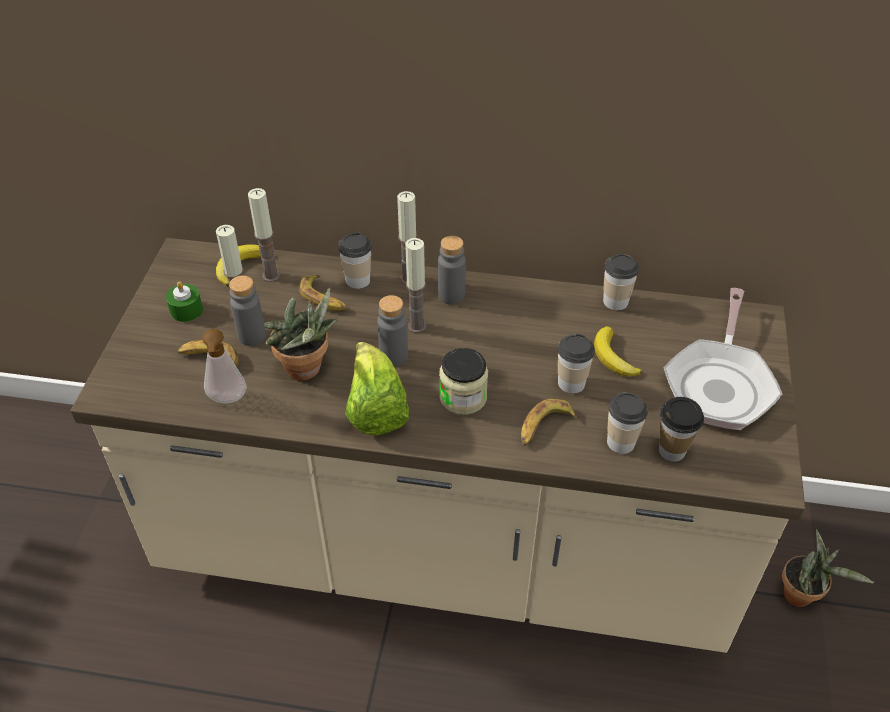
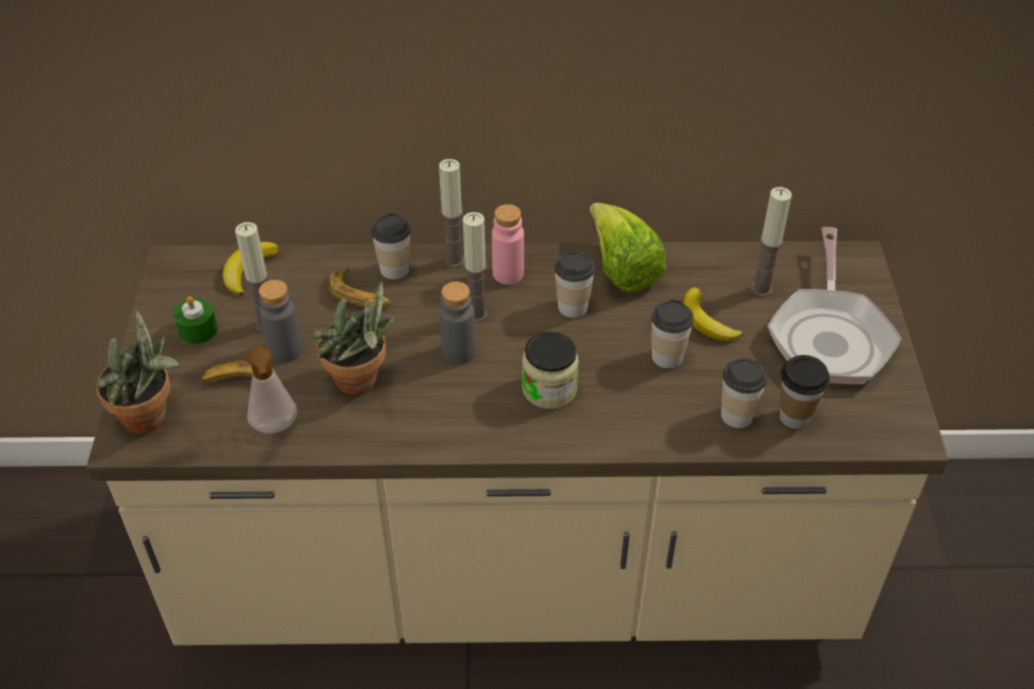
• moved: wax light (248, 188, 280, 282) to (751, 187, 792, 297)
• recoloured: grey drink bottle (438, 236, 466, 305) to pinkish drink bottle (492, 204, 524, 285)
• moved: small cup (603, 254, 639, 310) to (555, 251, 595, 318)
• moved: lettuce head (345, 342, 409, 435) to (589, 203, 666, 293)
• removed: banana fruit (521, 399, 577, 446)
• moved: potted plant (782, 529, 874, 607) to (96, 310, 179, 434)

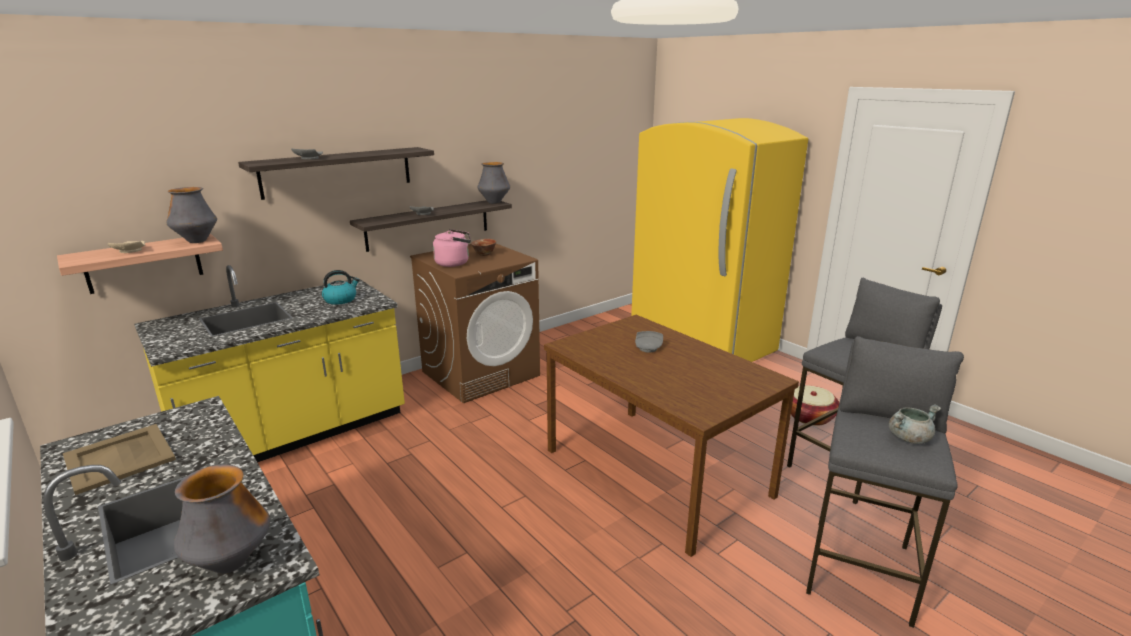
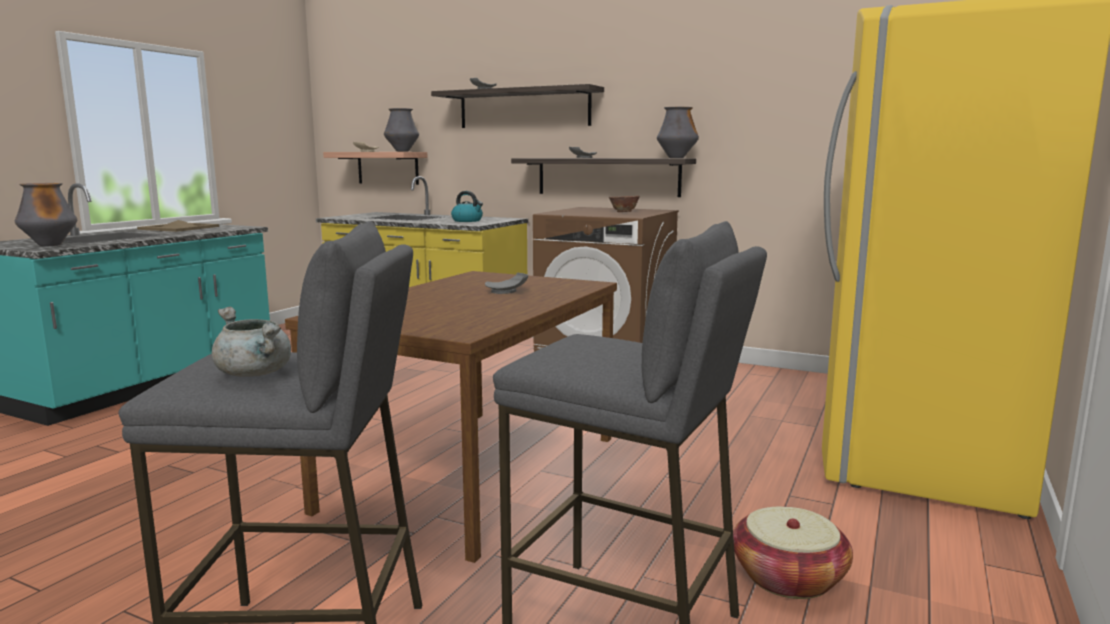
• removed: pinkish water kettle (433, 229, 471, 267)

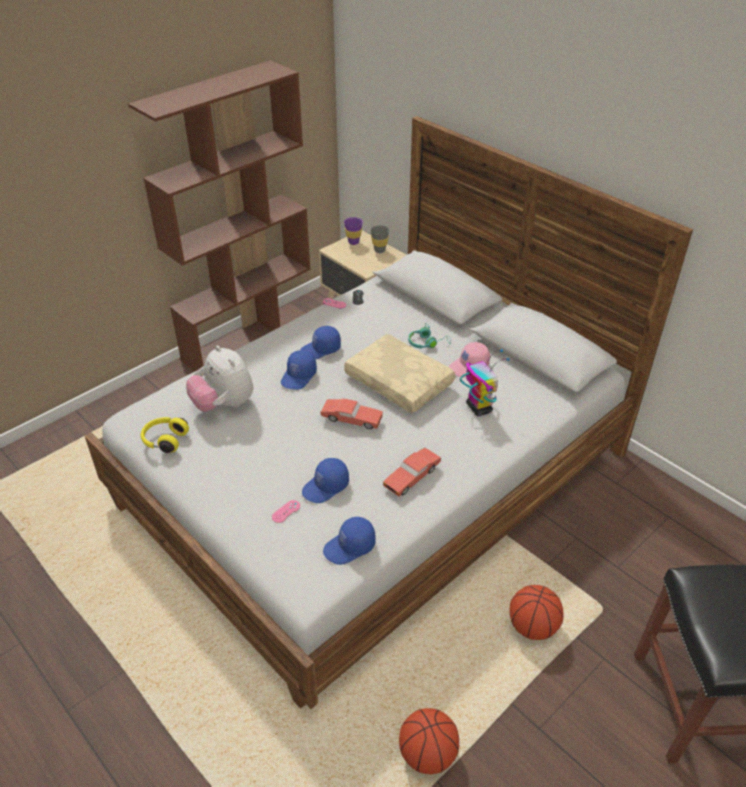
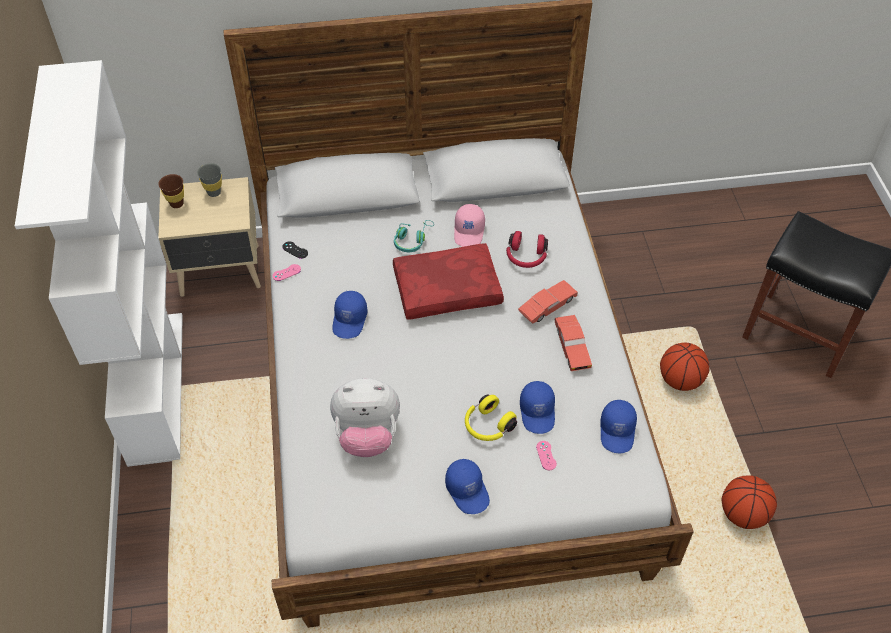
• recoloured: brown bookcase (128, 61, 311, 372) to white-coloured bookcase (15, 60, 183, 467)
• recoloured: purplish small cup (344, 217, 363, 245) to brown small cup (158, 174, 184, 208)
• recoloured: beige-coloured cushion (344, 334, 455, 414) to red-coloured cushion (393, 243, 504, 320)
• replaced: toy robot (460, 349, 510, 416) to red-coloured headset (506, 231, 548, 268)
• moved: blue-coloured baseball cap (281, 350, 317, 390) to (445, 459, 490, 514)
• moved: red-coloured toy car (320, 399, 383, 429) to (518, 280, 578, 323)
• moved: yellowish headset (141, 417, 189, 453) to (465, 394, 517, 441)

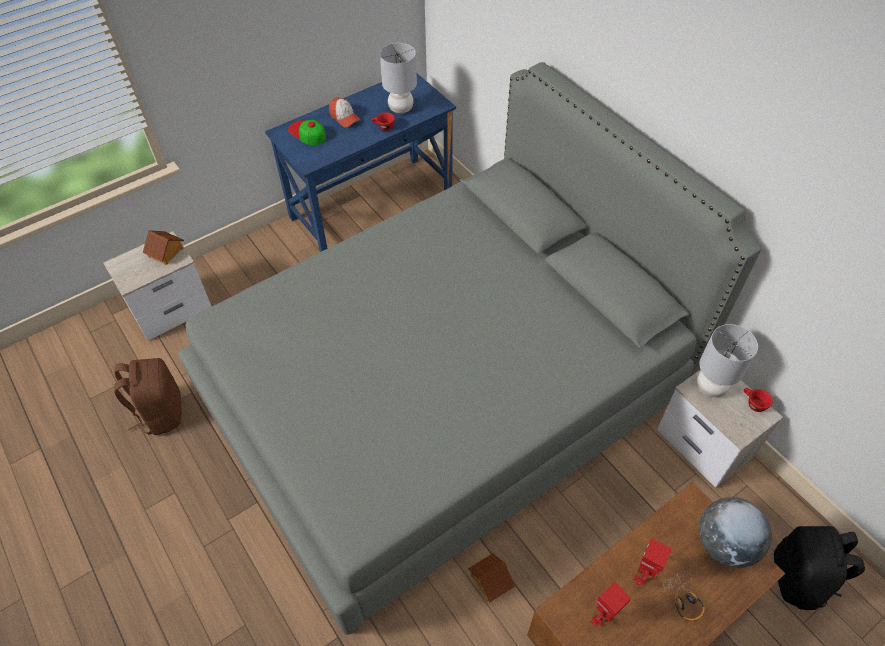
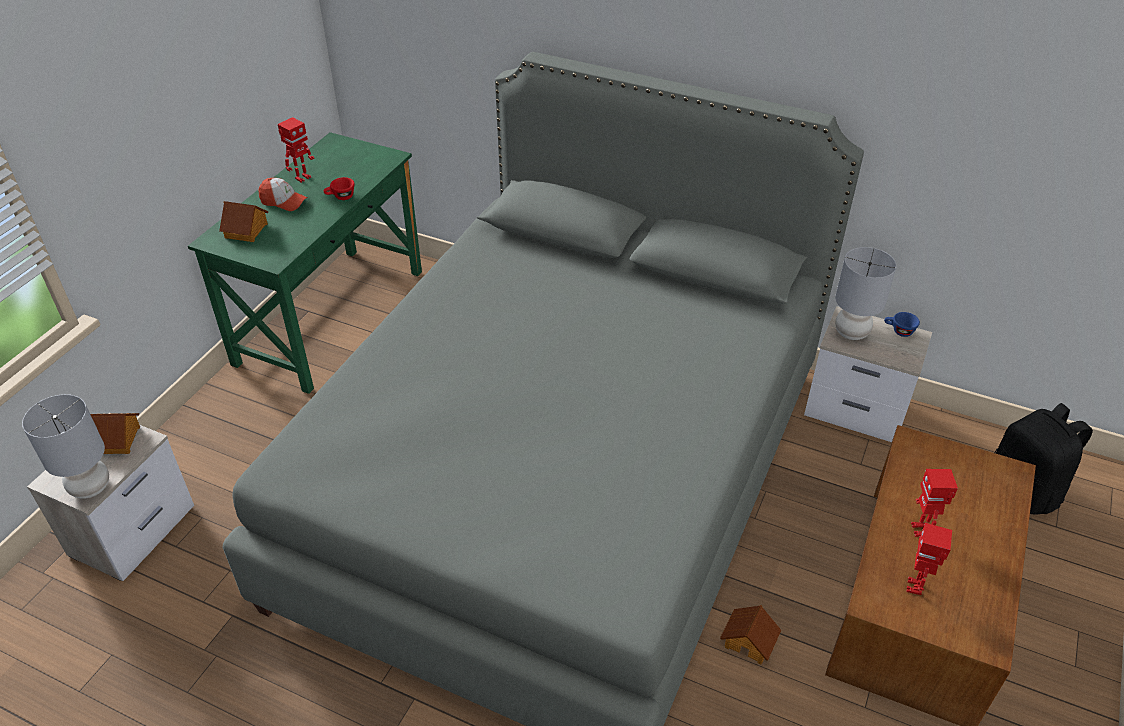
• moved: grey tabletop lamp (380, 43, 417, 114) to (22, 394, 109, 499)
• recoloured: blue-coloured desk (265, 73, 456, 252) to green-coloured desk (188, 132, 422, 394)
• replaced: baseball cap (288, 120, 326, 145) to miniature house (219, 201, 268, 242)
• removed: brown backpack (114, 358, 182, 435)
• recoloured: red-coloured small cup (744, 388, 773, 412) to blue-coloured small cup (884, 312, 920, 337)
• removed: globe (699, 497, 772, 568)
• removed: headset (660, 572, 705, 621)
• added: toy robot (278, 117, 315, 183)

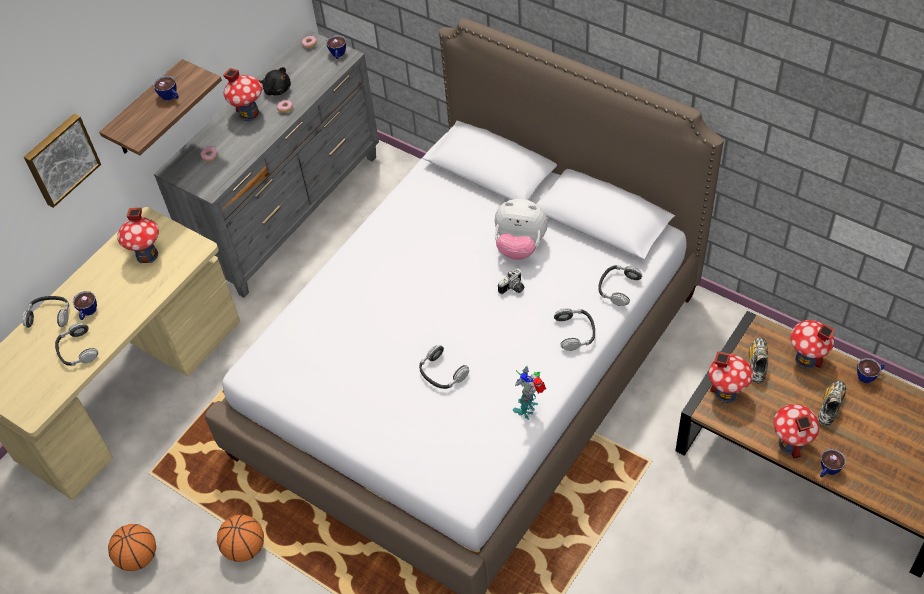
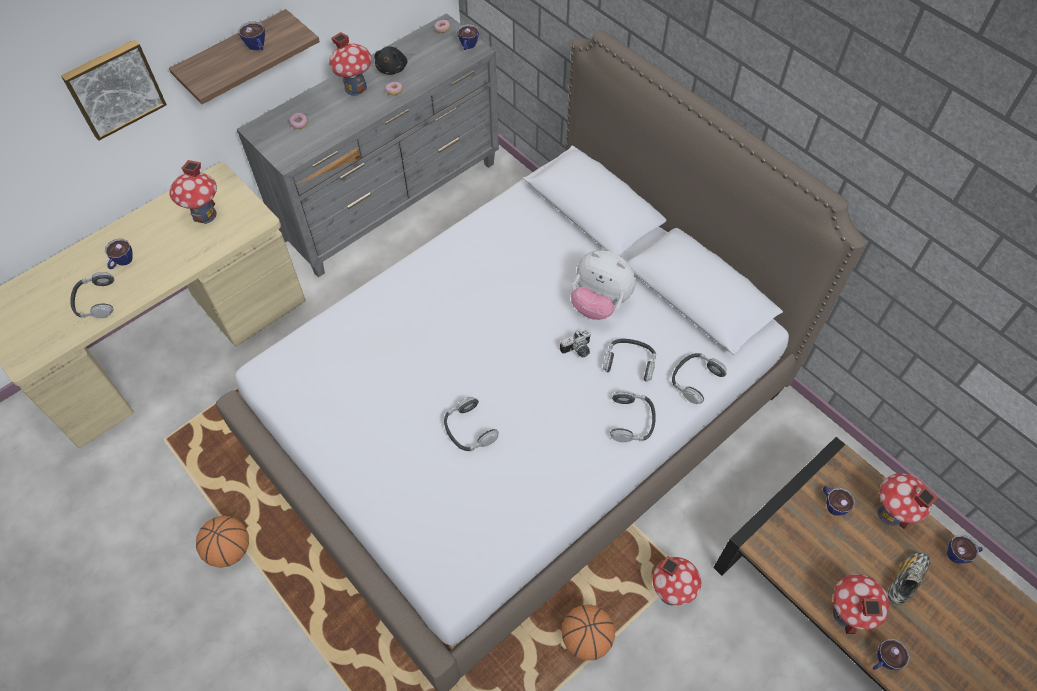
• turned: blackish soft toy (258, 67, 291, 95) = (374, 46, 408, 75) 60 degrees clockwise
• moved: headset (22, 296, 70, 328) to (603, 339, 656, 382)
• replaced: low shoe (749, 337, 768, 384) to small cup (823, 486, 855, 516)
• moved: miniature house (709, 351, 753, 403) to (653, 556, 701, 605)
• removed: toy robot (513, 366, 546, 420)
• moved: basketball (108, 524, 156, 571) to (562, 605, 615, 661)

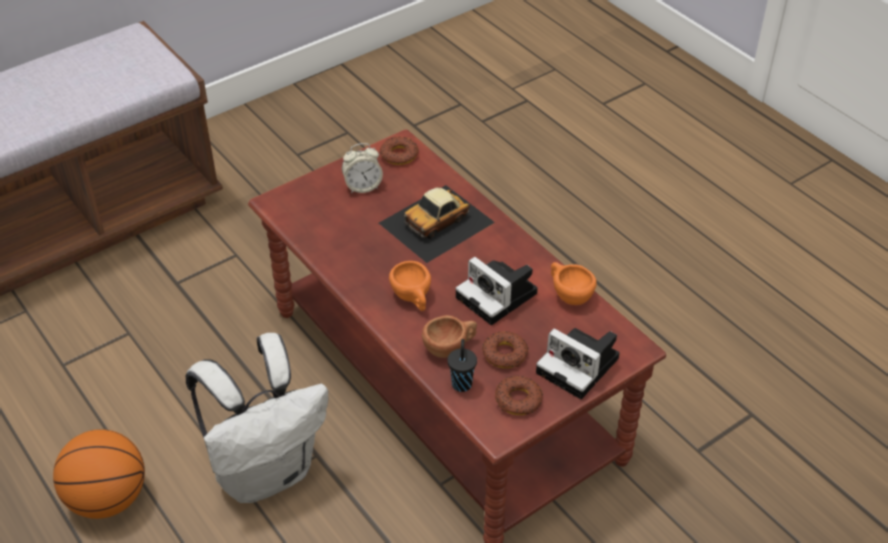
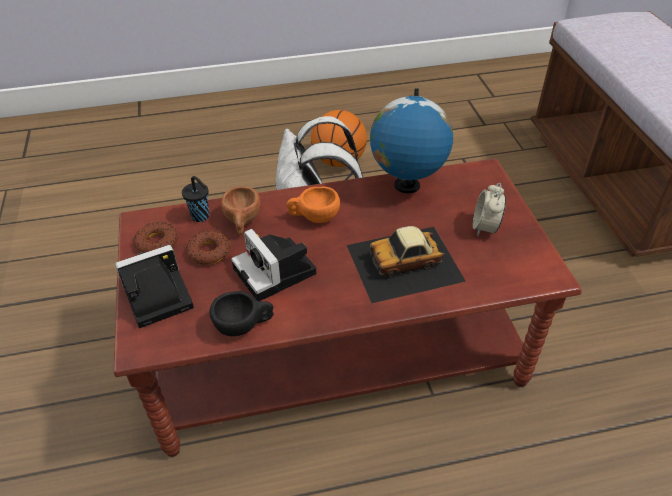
• removed: donut (380, 136, 419, 165)
• turned: toy car (379, 185, 495, 263) = (347, 226, 466, 303) 90 degrees counterclockwise
• turned: photo camera (456, 257, 538, 325) = (231, 229, 316, 301) 105 degrees counterclockwise
• recoloured: orangey small cup (551, 262, 596, 305) to blackish small cup (209, 291, 274, 336)
• added: globe (370, 88, 453, 193)

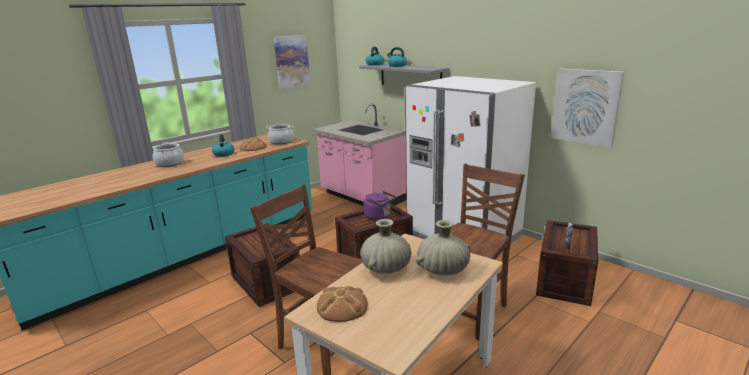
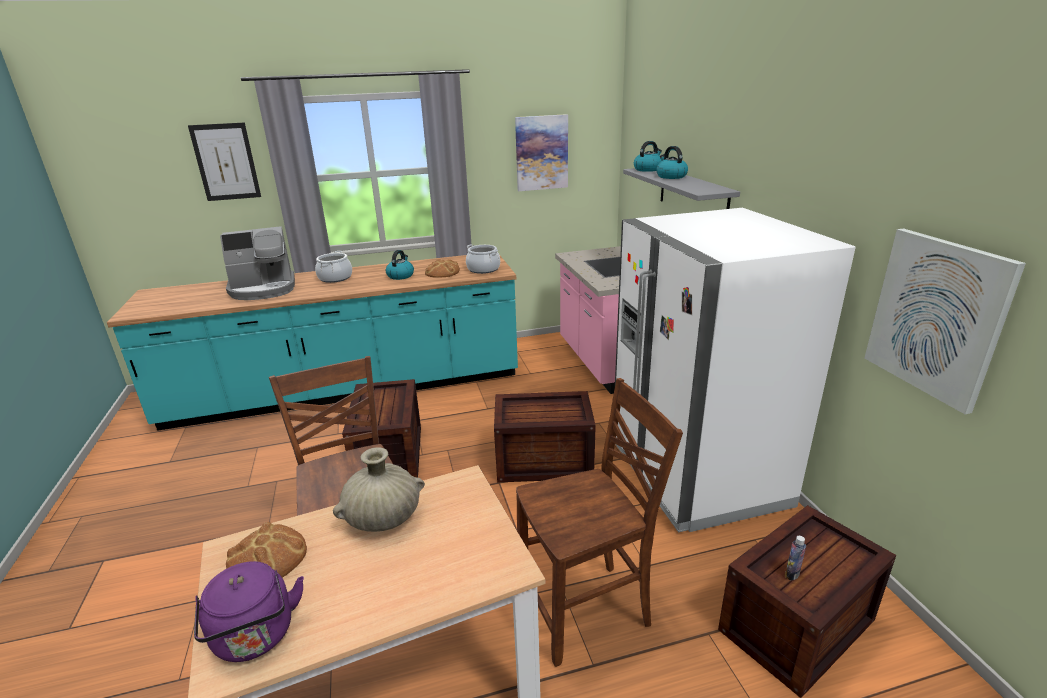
• moved: purplish water kettle (364, 191, 395, 221) to (194, 561, 304, 662)
• removed: beige-coloured vase (416, 220, 471, 276)
• added: wall art (188, 122, 261, 201)
• added: coffee machine (220, 226, 295, 300)

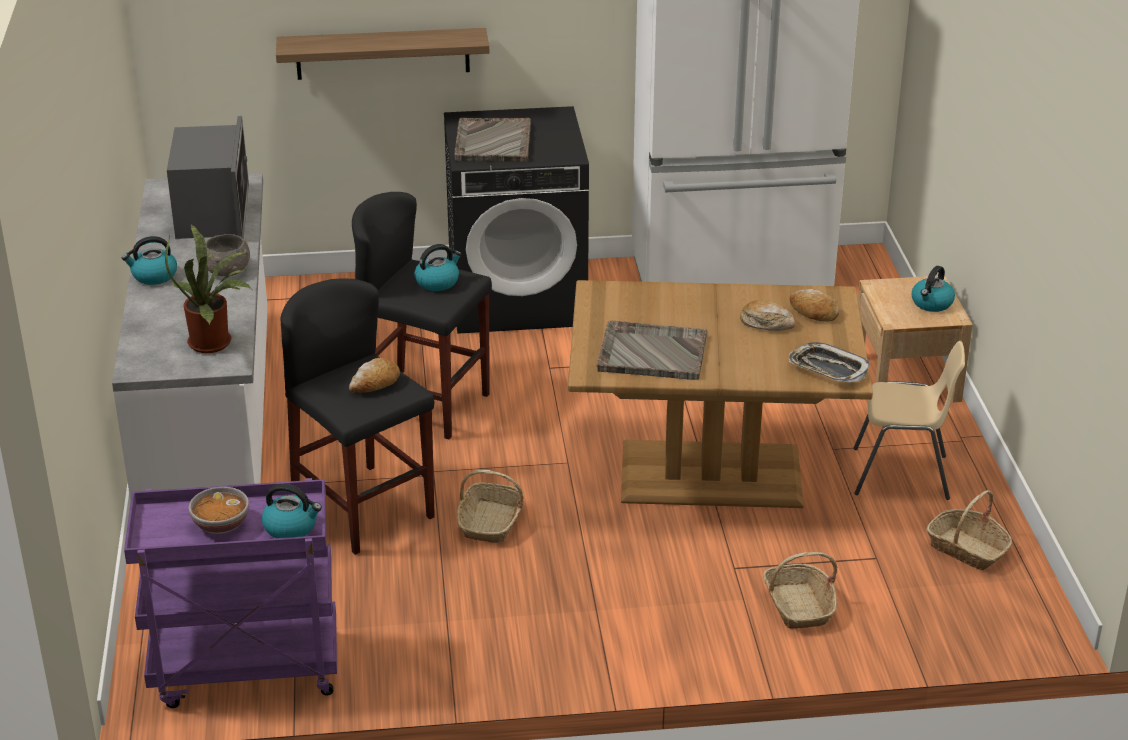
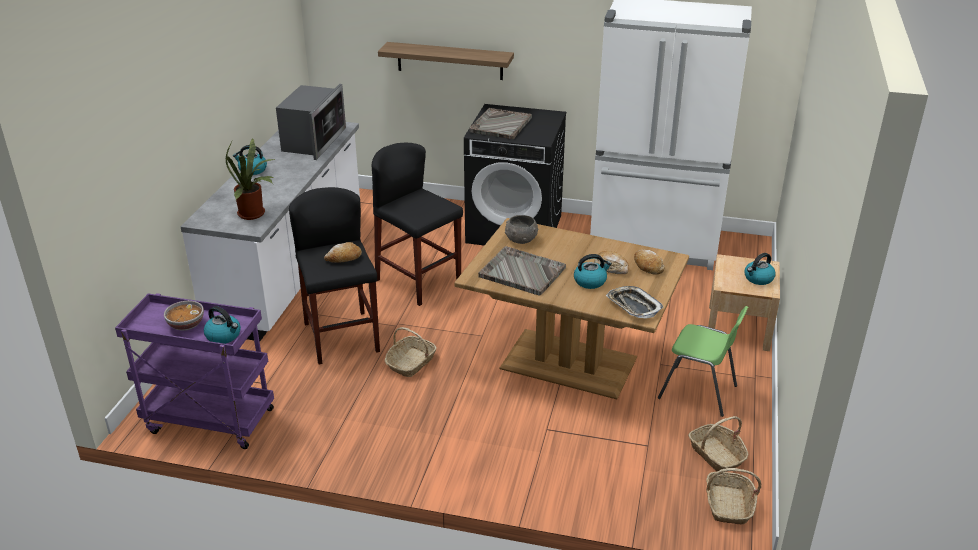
• moved: grey bowl (206, 234, 250, 276) to (505, 215, 538, 244)
• moved: water kettle (414, 244, 461, 291) to (574, 254, 612, 289)
• recoloured: beige-coloured plain chair (853, 341, 965, 500) to green-coloured plain chair (658, 306, 748, 417)
• moved: household basket (763, 552, 837, 629) to (706, 468, 761, 524)

